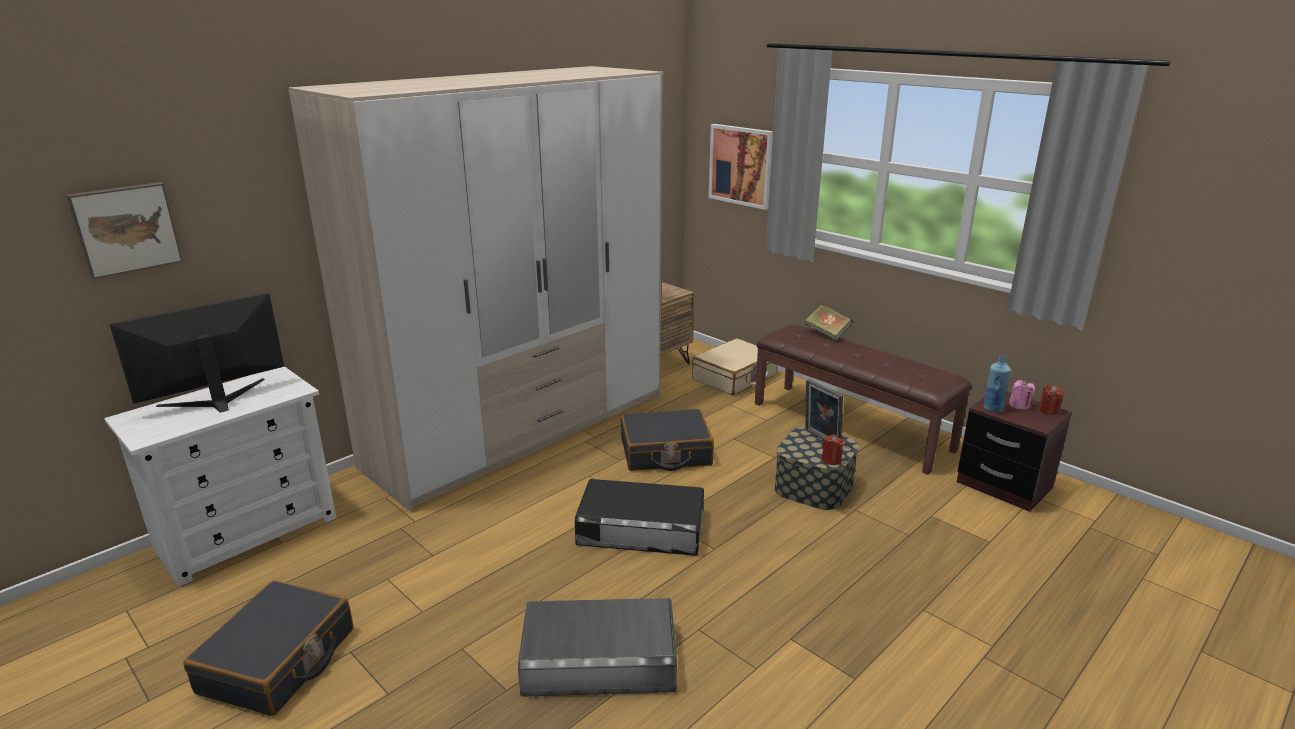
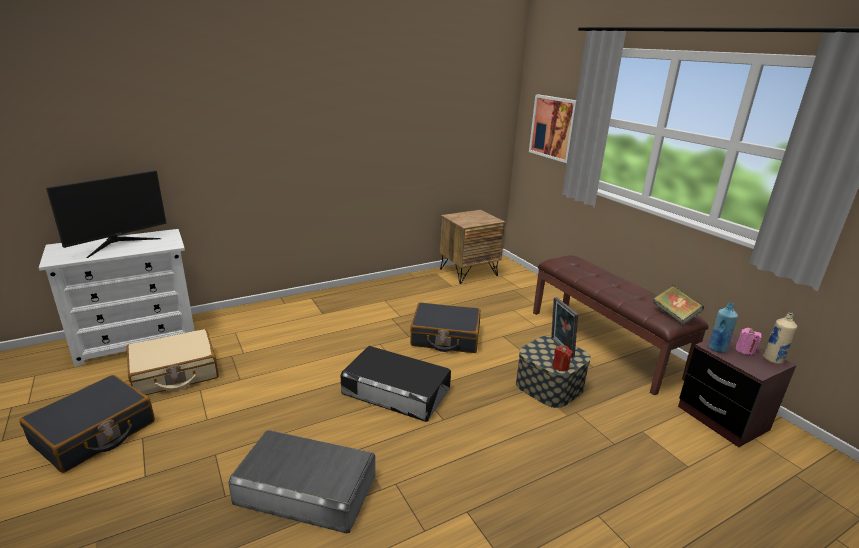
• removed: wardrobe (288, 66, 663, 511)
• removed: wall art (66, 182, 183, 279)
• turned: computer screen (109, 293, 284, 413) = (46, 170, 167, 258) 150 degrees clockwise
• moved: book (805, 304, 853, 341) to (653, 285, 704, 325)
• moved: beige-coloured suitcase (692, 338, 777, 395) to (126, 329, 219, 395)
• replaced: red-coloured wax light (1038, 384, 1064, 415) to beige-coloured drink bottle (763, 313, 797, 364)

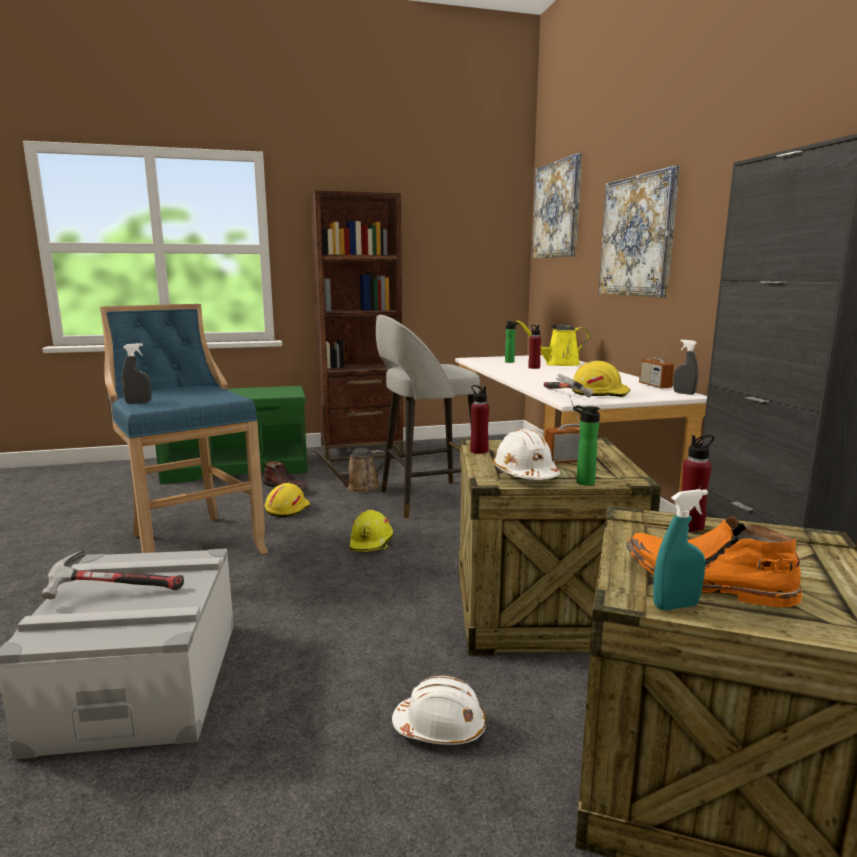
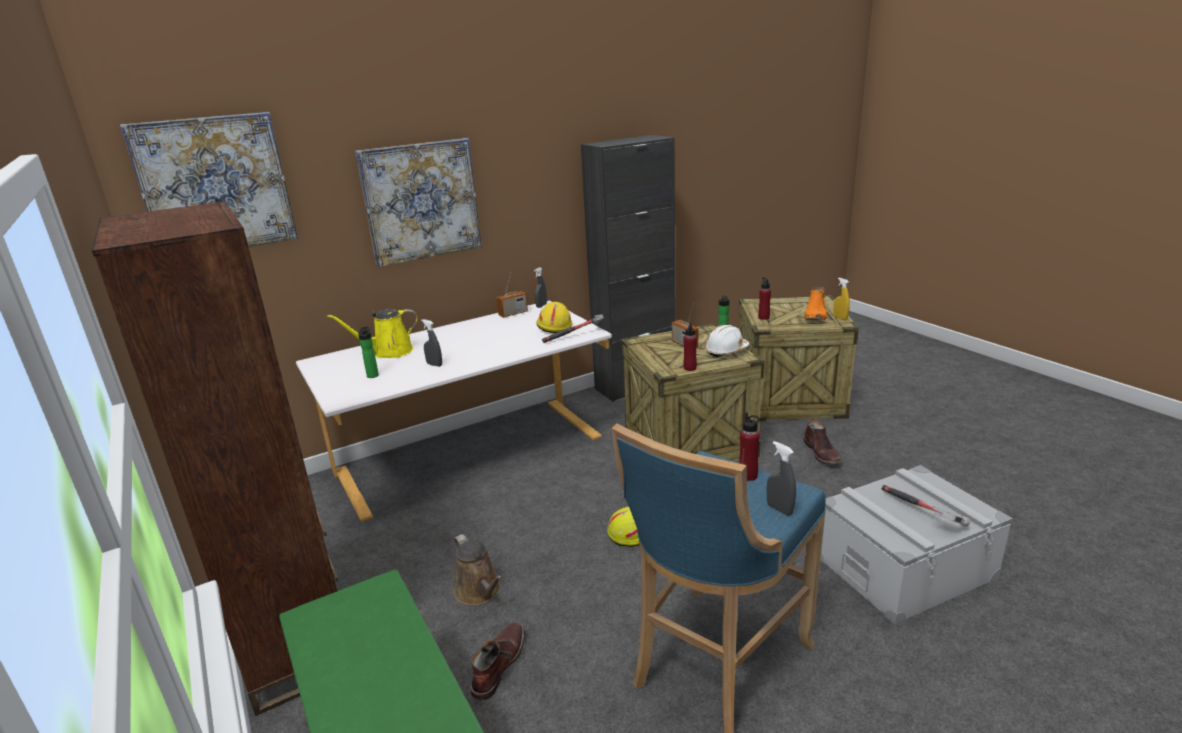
• removed: grey stool (376, 315, 480, 519)
• turned: yellowish sprinkling can (516, 320, 590, 366) = (327, 309, 418, 358) 90 degrees clockwise
• moved: red-coloured drink bottle (528, 325, 541, 369) to (739, 412, 760, 481)
• removed: yellowish work helmet (264, 483, 311, 517)
• recoloured: turquoise-coloured sprayer (653, 489, 708, 610) to yellowish sprayer (833, 278, 850, 320)
• replaced: white-coloured work helmet (392, 676, 486, 745) to brown high-top boot (803, 420, 842, 465)
• added: grey sprayer (421, 319, 442, 367)

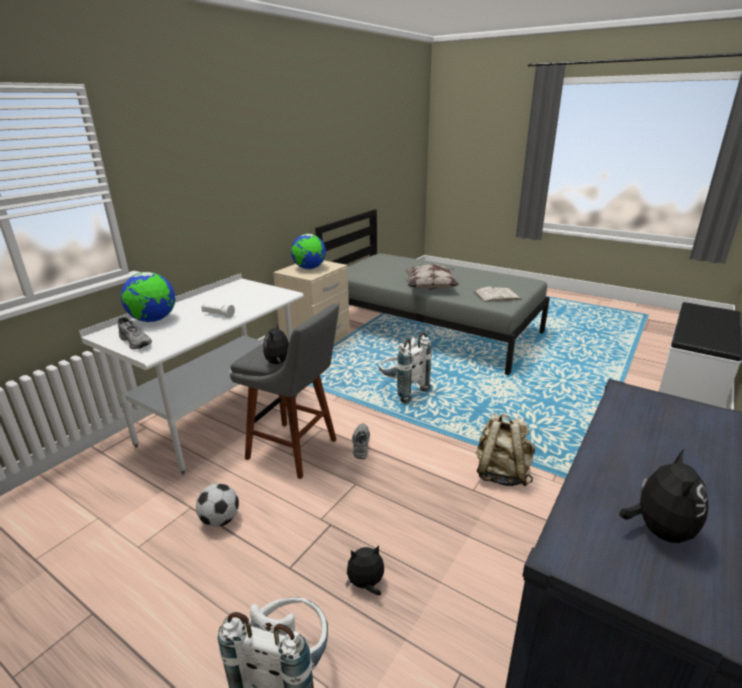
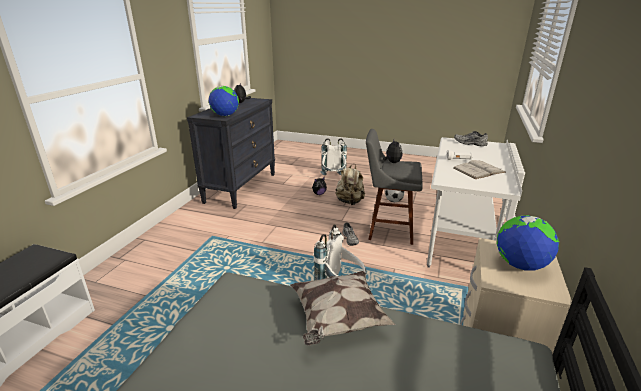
• moved: globe (121, 272, 176, 322) to (209, 86, 239, 116)
• moved: white-coloured book (474, 286, 522, 302) to (453, 160, 506, 179)
• moved: beige-coloured backpack (476, 413, 535, 486) to (336, 164, 365, 205)

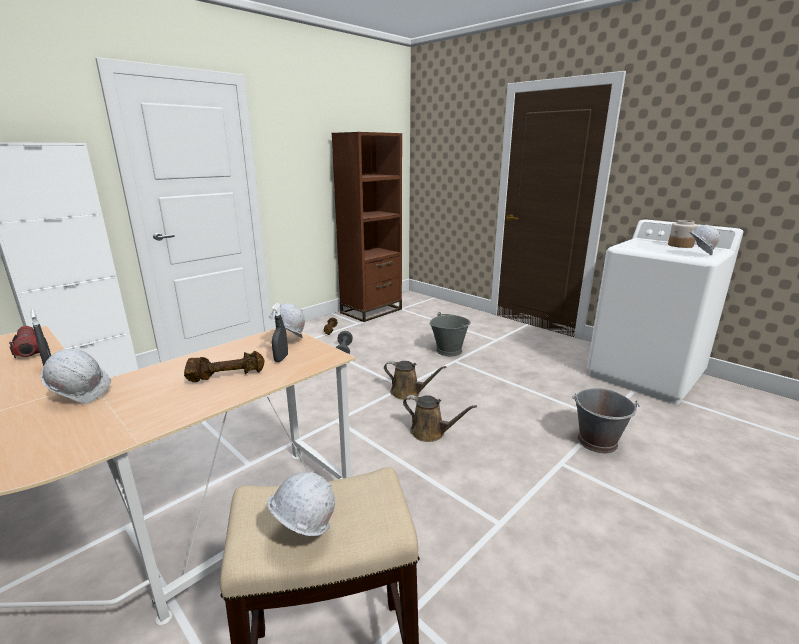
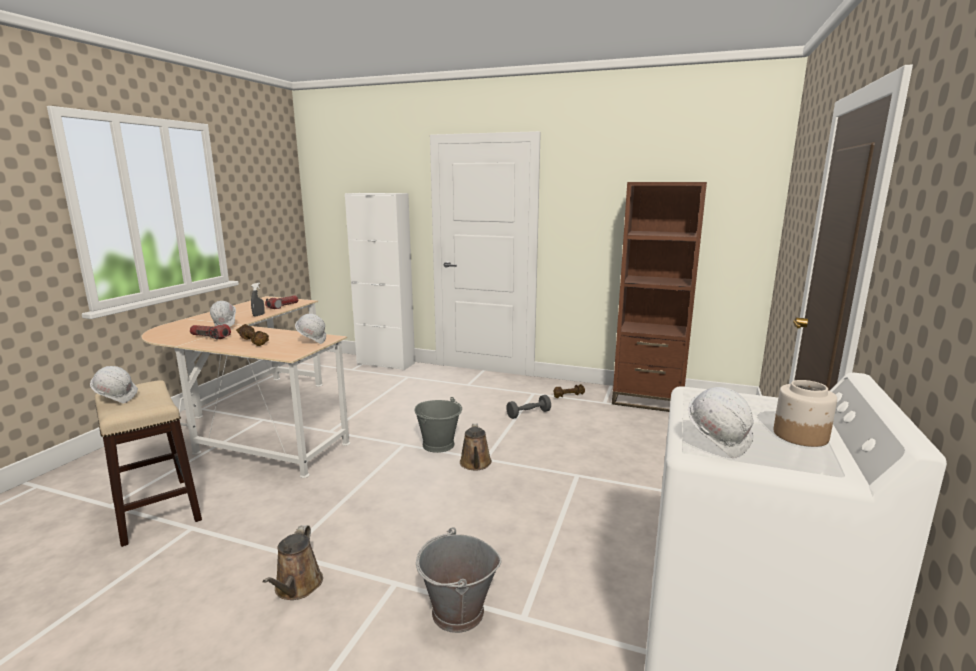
• removed: grey sprayer (271, 303, 288, 362)
• moved: grey bucket (430, 312, 471, 356) to (415, 397, 462, 453)
• moved: brown sprinkling can (403, 395, 477, 442) to (263, 525, 323, 600)
• added: torch (190, 324, 231, 340)

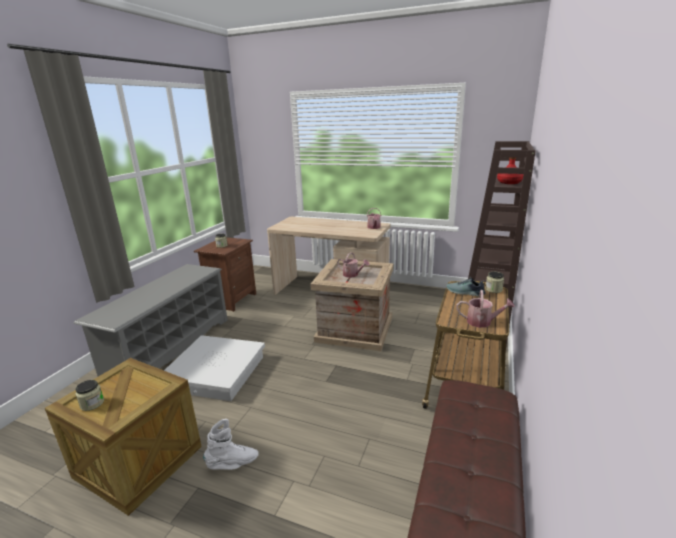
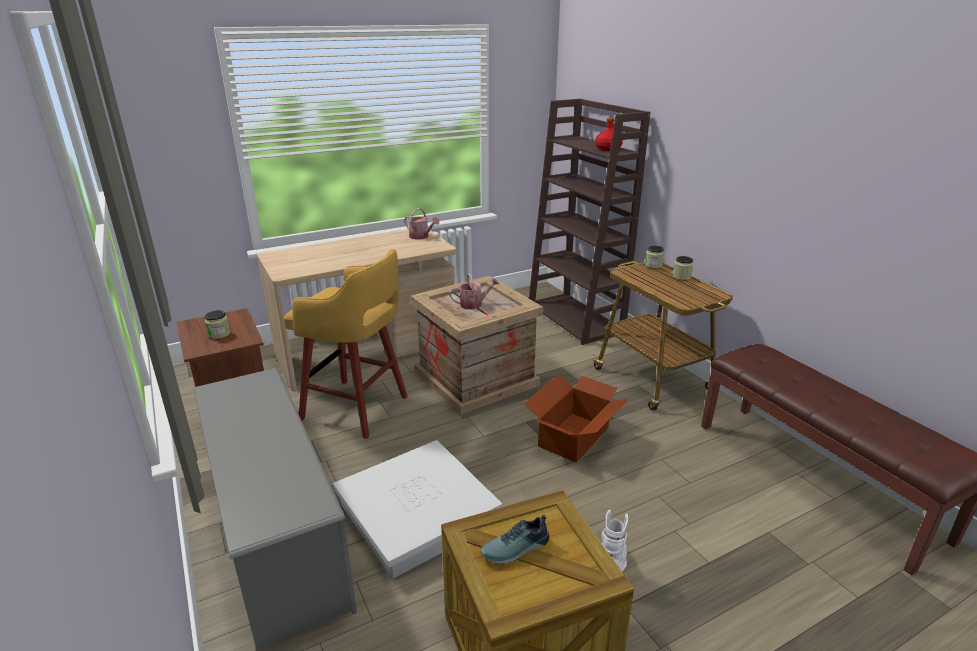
• moved: low shoe (446, 277, 486, 296) to (481, 514, 549, 564)
• removed: sprinkling can (457, 290, 515, 328)
• moved: storage jar (75, 380, 104, 411) to (673, 256, 693, 280)
• added: yellowish stool (284, 249, 408, 439)
• added: carton (524, 374, 629, 463)

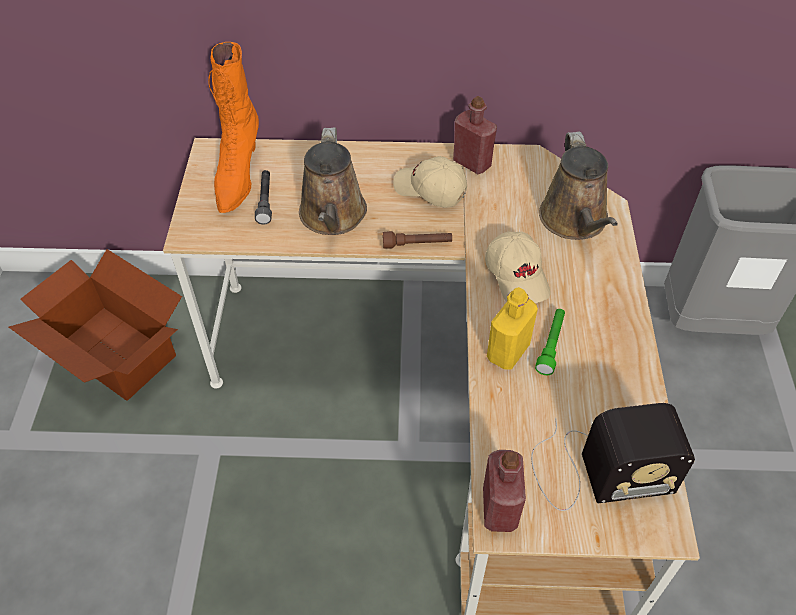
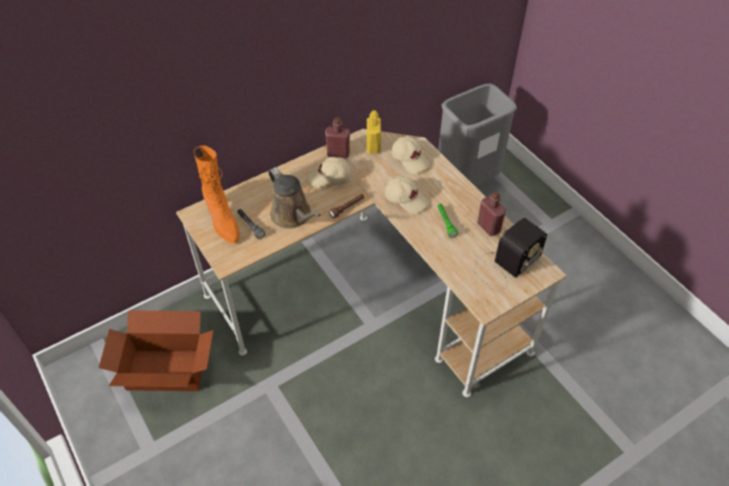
• replaced: brown sprinkling can (539, 131, 618, 240) to beige-coloured baseball cap (391, 136, 430, 174)
• moved: yellowish drink bottle (487, 287, 538, 370) to (367, 111, 381, 153)
• moved: red-coloured drink bottle (483, 450, 526, 532) to (477, 191, 506, 236)

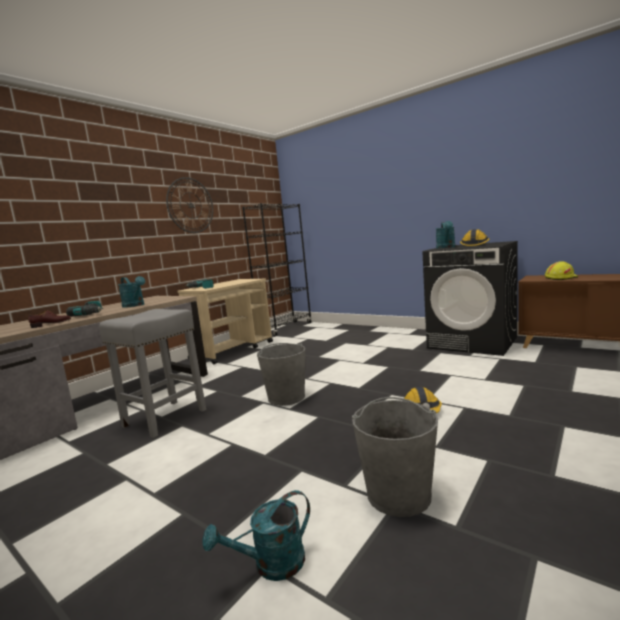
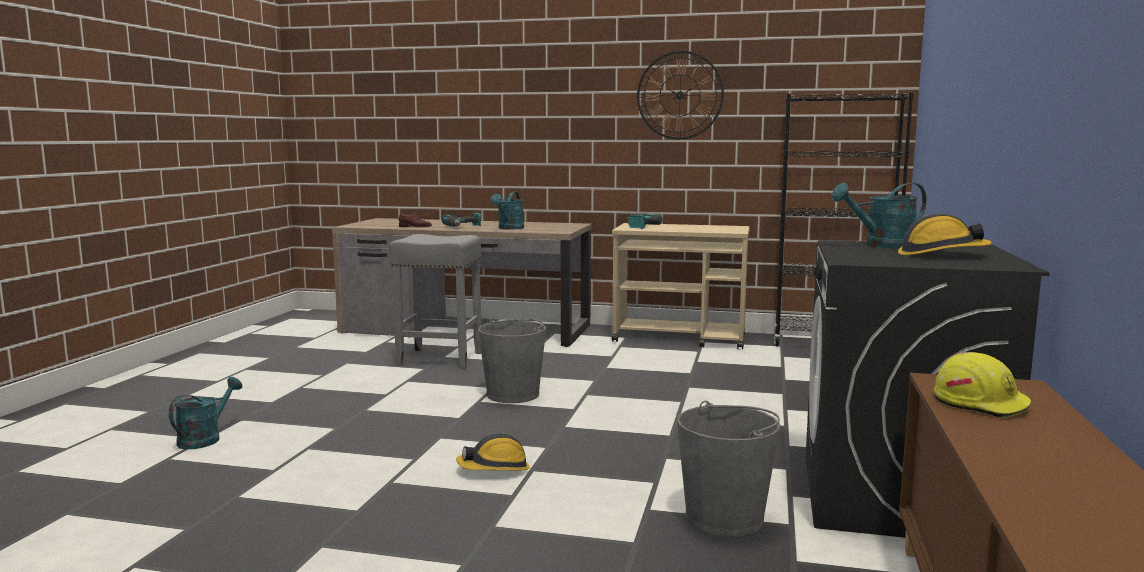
• moved: grey bucket (352, 397, 438, 517) to (677, 401, 780, 537)
• turned: turquoise-coloured sprinkling can (202, 490, 310, 581) = (169, 377, 242, 449) 75 degrees clockwise

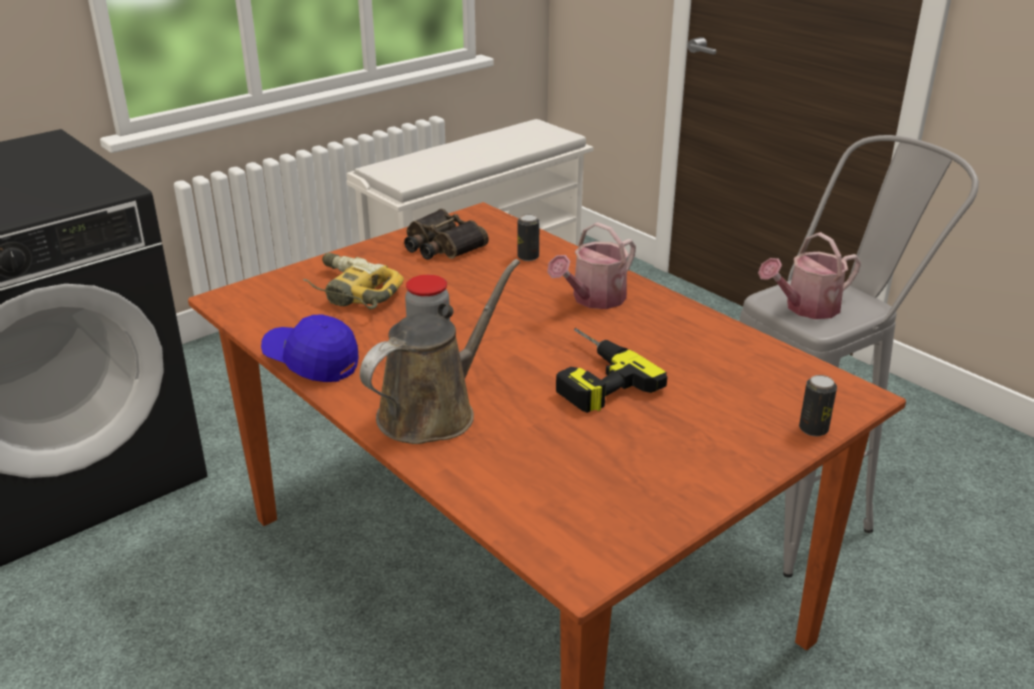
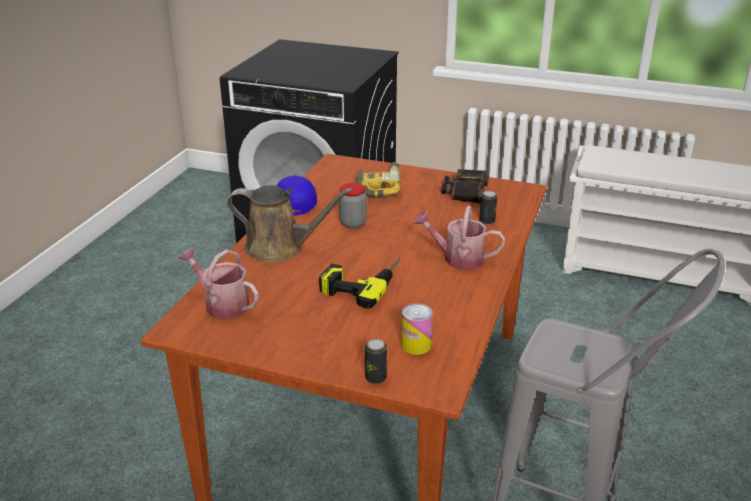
• moved: sprinkling can (758, 232, 861, 319) to (178, 247, 259, 319)
• added: sealed can (401, 303, 433, 355)

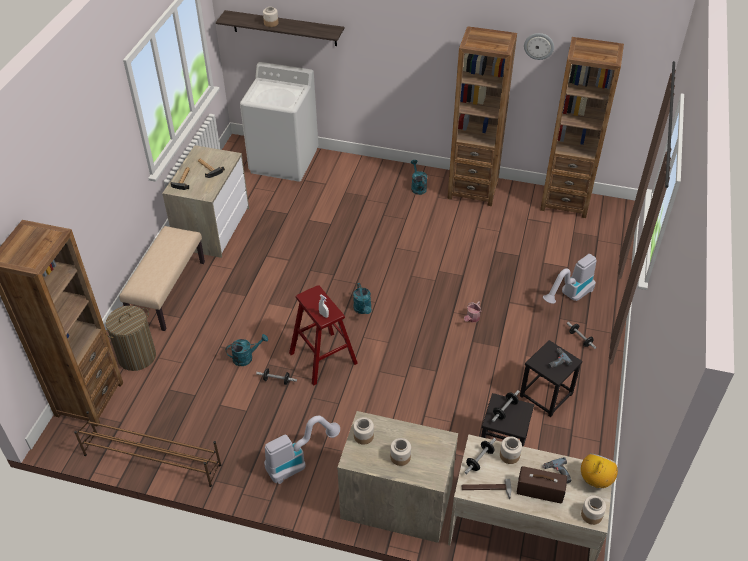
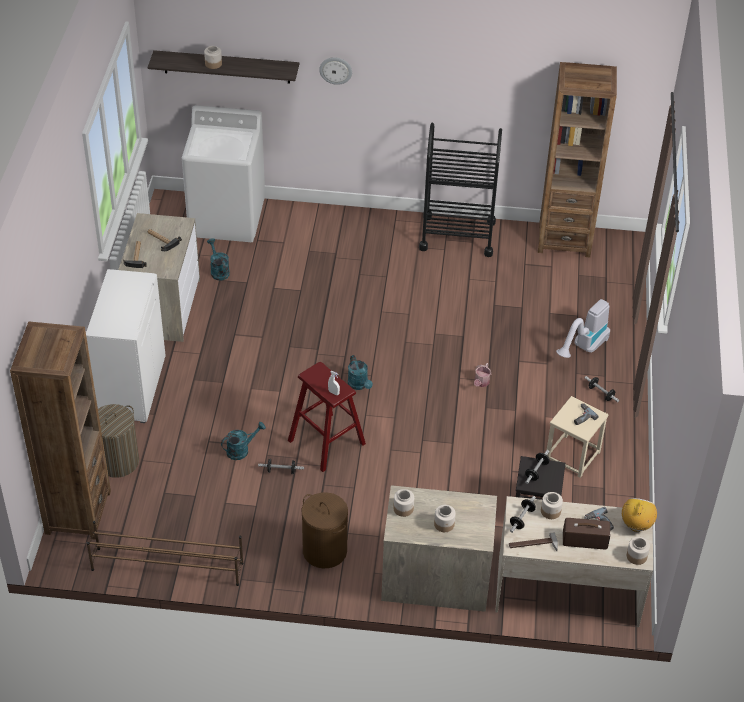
• replaced: brown bookcase (447, 26, 517, 206) to blackish cart (419, 123, 502, 257)
• moved: wall clock (524, 33, 554, 60) to (319, 57, 352, 85)
• moved: turquoise-coloured sprinkling can (411, 160, 427, 195) to (207, 238, 230, 280)
• replaced: beige-coloured bench (119, 226, 205, 331) to white-coloured cabinet (86, 269, 166, 423)
• recoloured: blackish stool (520, 340, 583, 417) to beige-coloured stool (547, 396, 609, 478)
• replaced: vacuum cleaner (264, 416, 340, 484) to brown hamper (302, 492, 348, 568)

